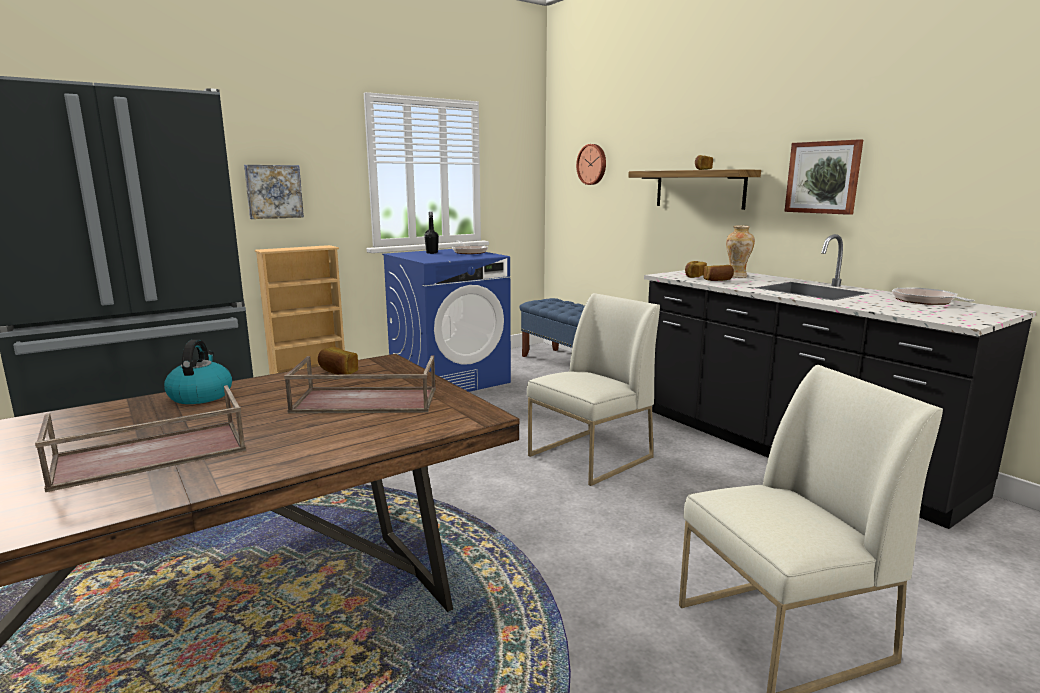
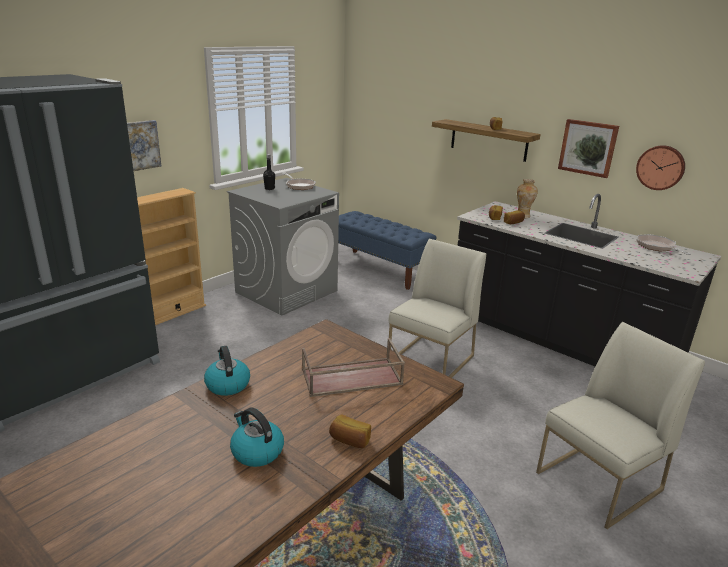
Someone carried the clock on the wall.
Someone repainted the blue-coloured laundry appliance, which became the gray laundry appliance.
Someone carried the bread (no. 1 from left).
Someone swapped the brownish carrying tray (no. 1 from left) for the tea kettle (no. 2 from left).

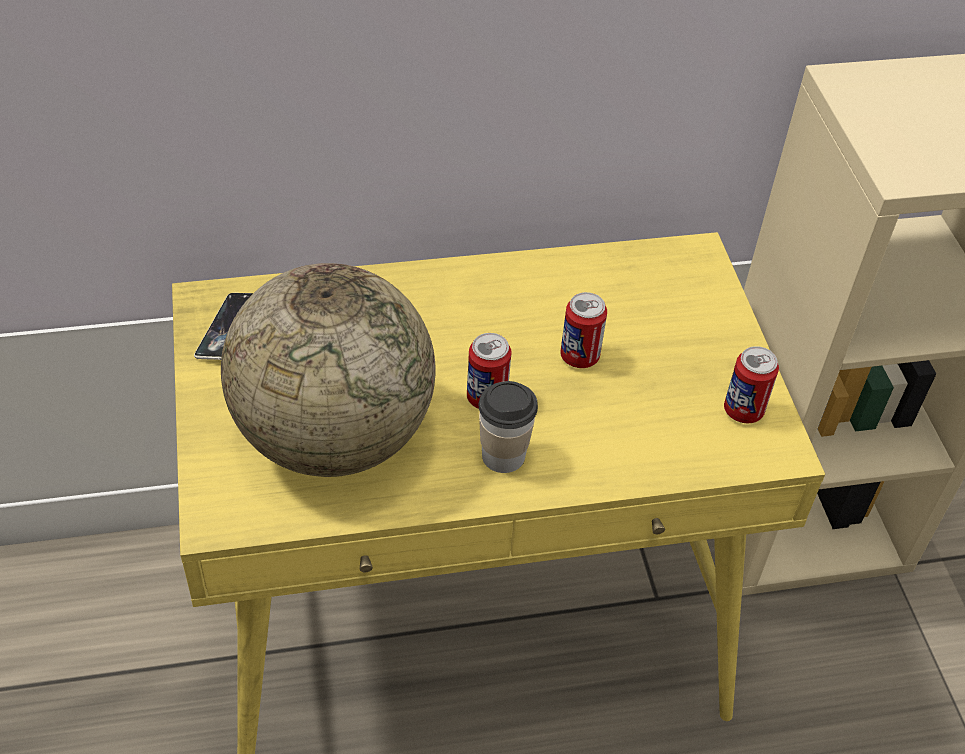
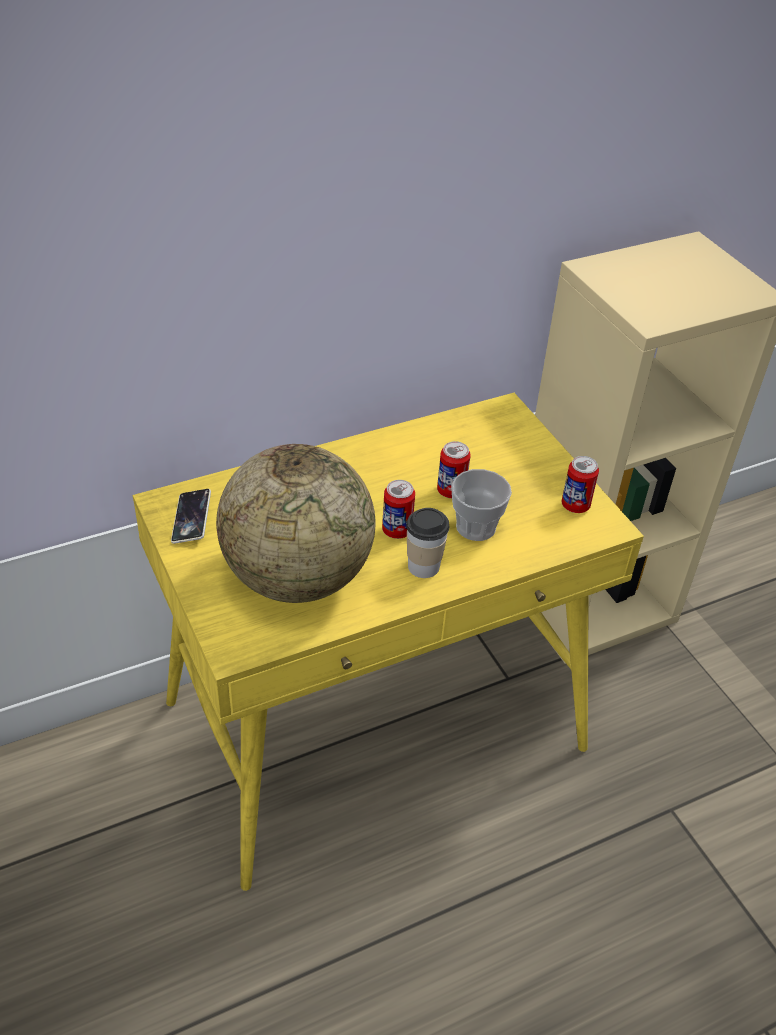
Someone put down the cup (no. 2 from left).

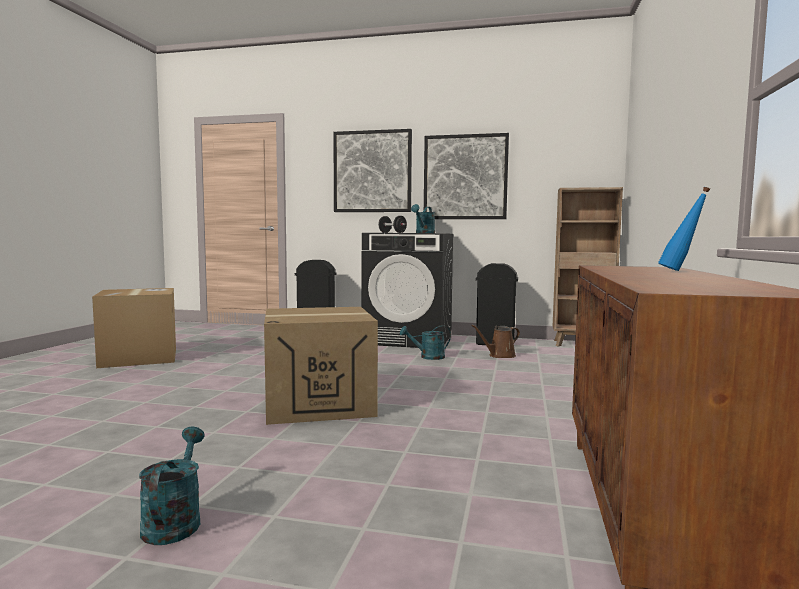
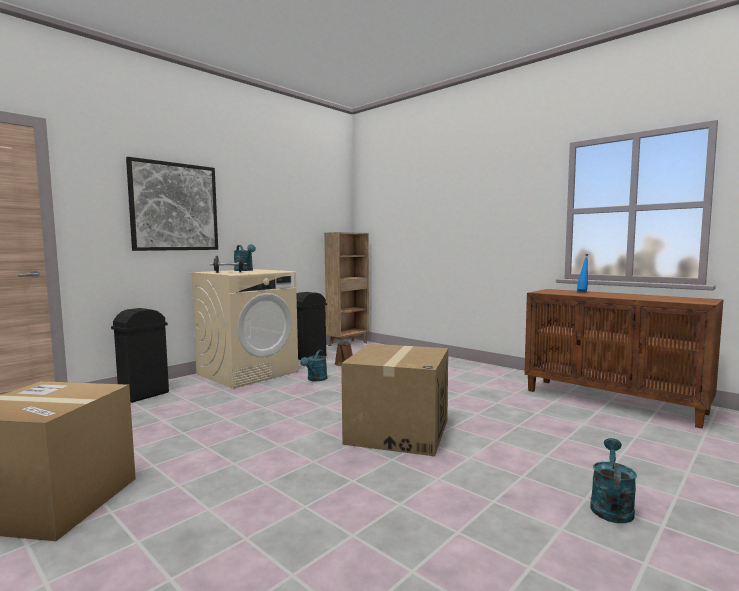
Someone took away the wall picture (no. 2 from left).
Someone repainted the black laundry appliance, which became the sand-coloured laundry appliance.
Someone rotated the turquoise-coloured sprinkling can (no. 1 from left in the first image) by 90 degrees clockwise.

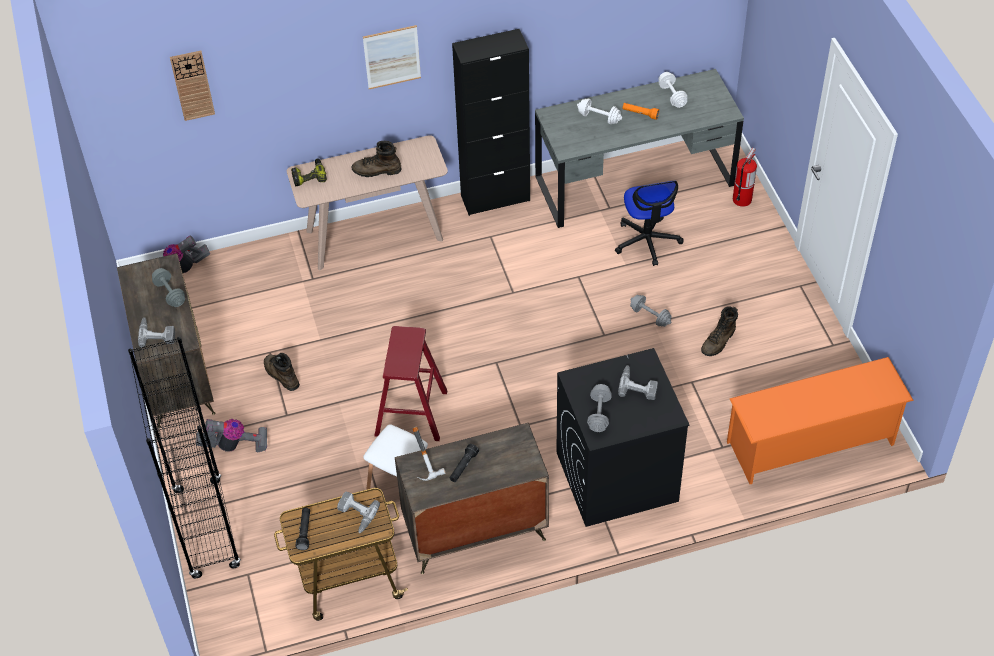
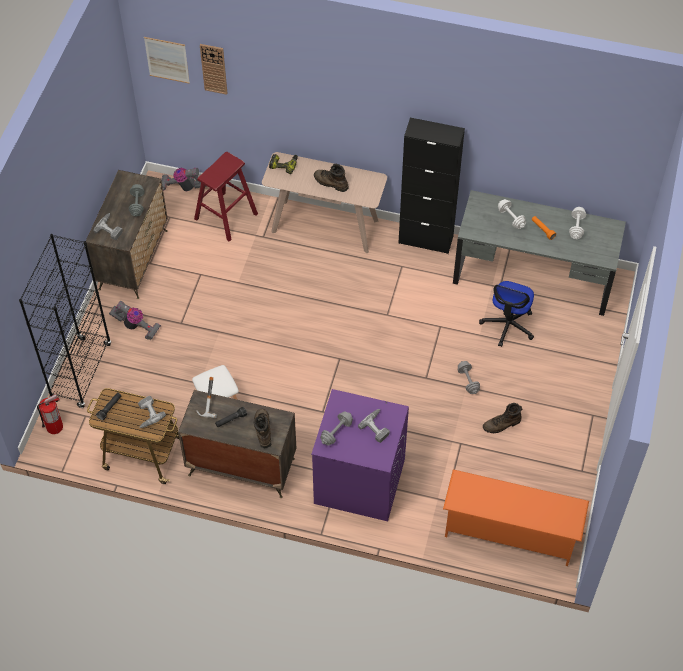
Someone carried the wall picture.
Someone carried the fire-fighting cylinder.
Someone carried the red-coloured stool.
Someone repainted the black laundry appliance, which became the purple-coloured laundry appliance.
Someone carried the brownish boot (no. 1 from left).

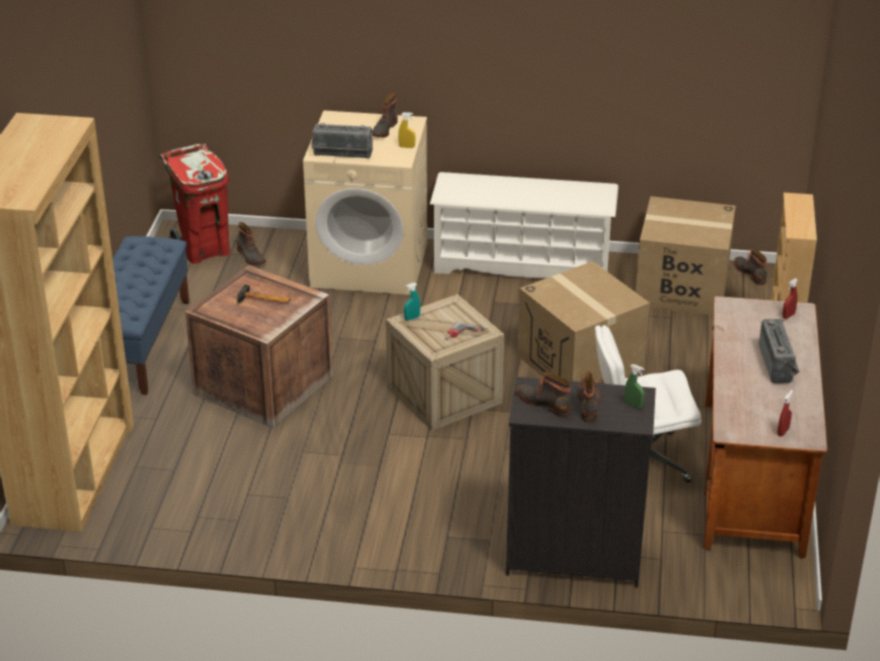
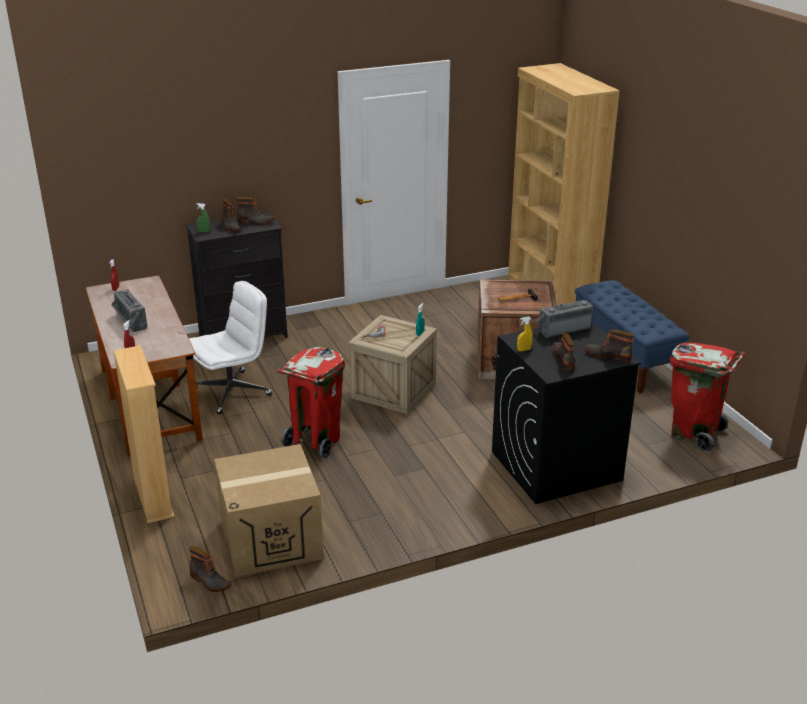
Someone repainted the sand-coloured laundry appliance, which became the black laundry appliance.
Someone took away the white-coloured shoe shelf.
Someone carried the boot (no. 1 from left in the first image).
Someone swapped the packing box (no. 1 from left) for the red-coloured trash can (no. 1 from left).

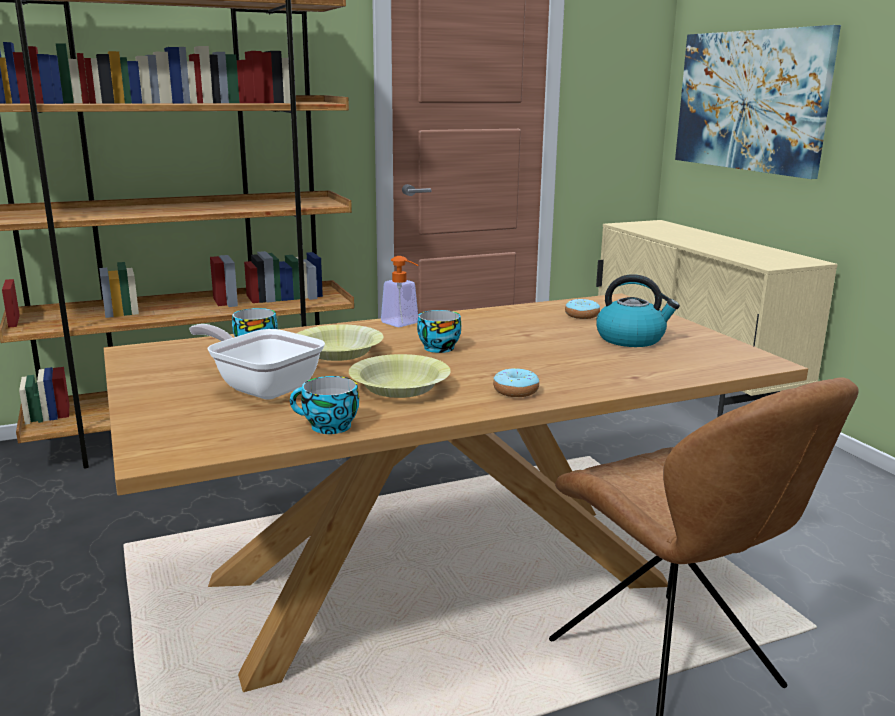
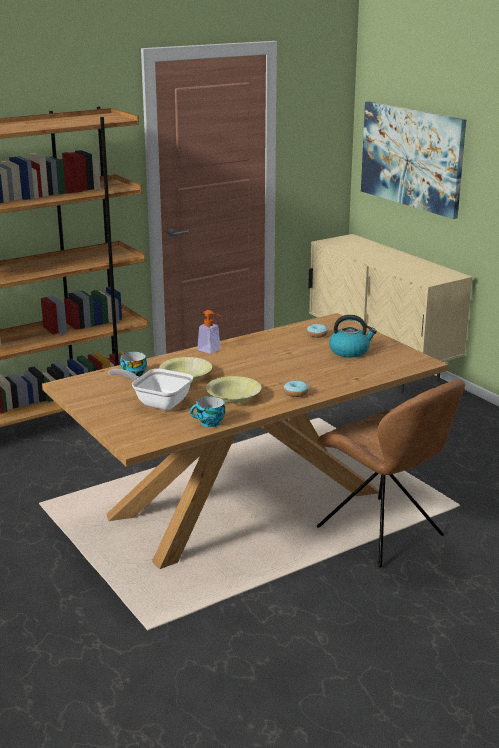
Someone took away the cup (no. 3 from left).

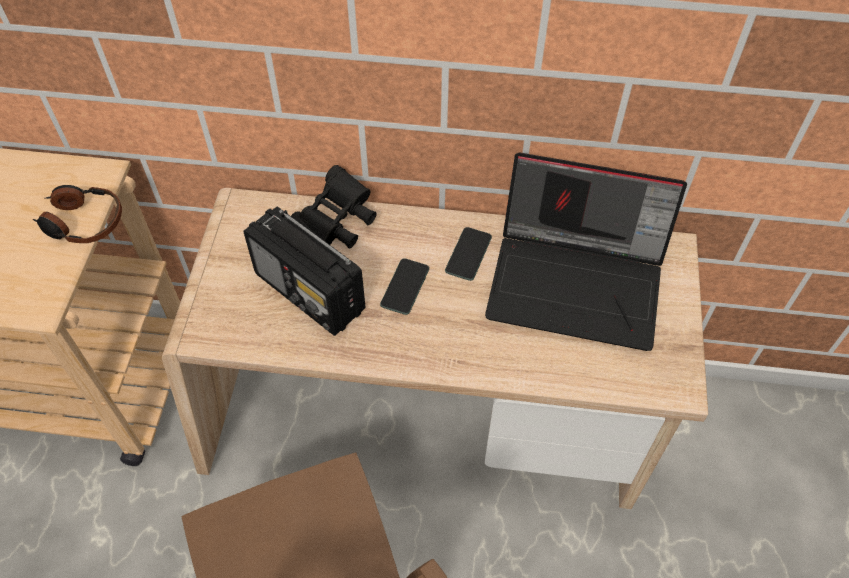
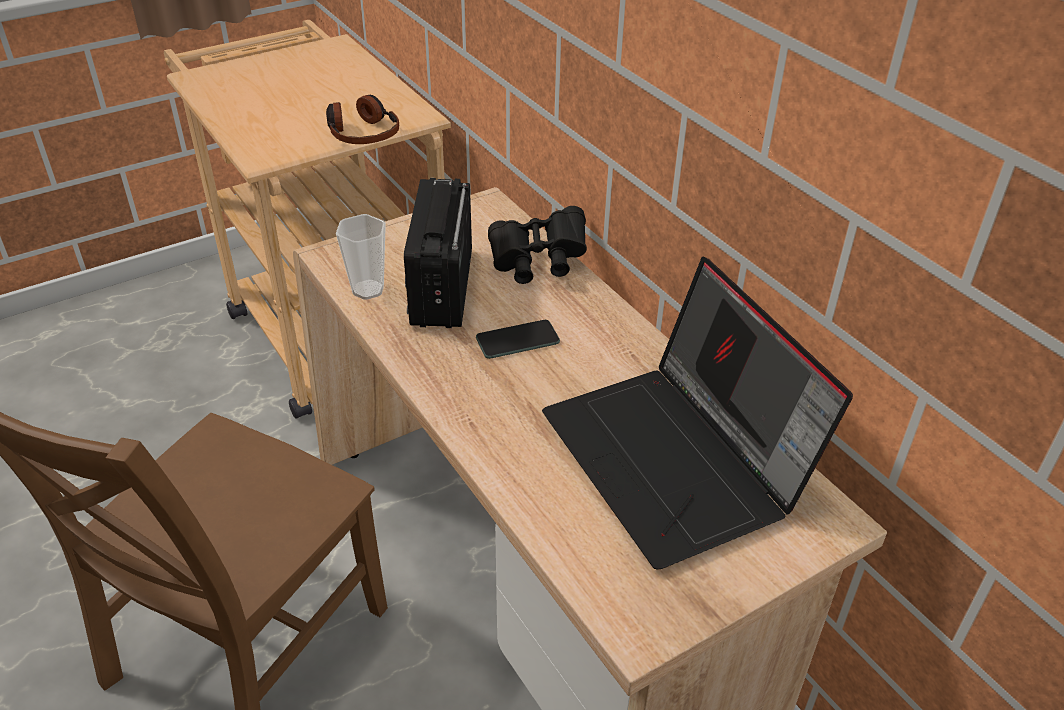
Someone took away the handset (no. 2 from left).
Someone put down the cup.

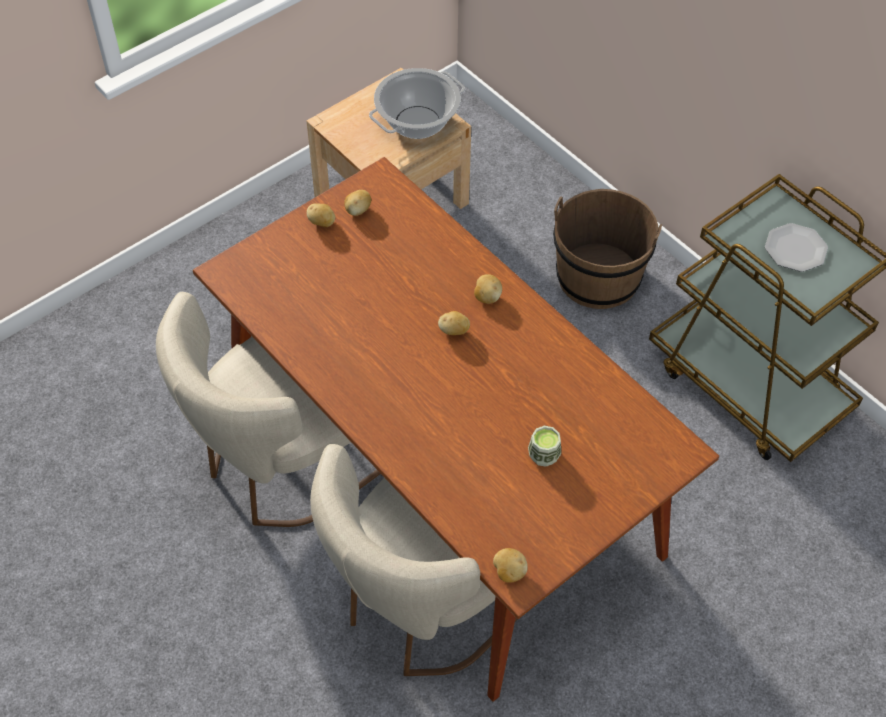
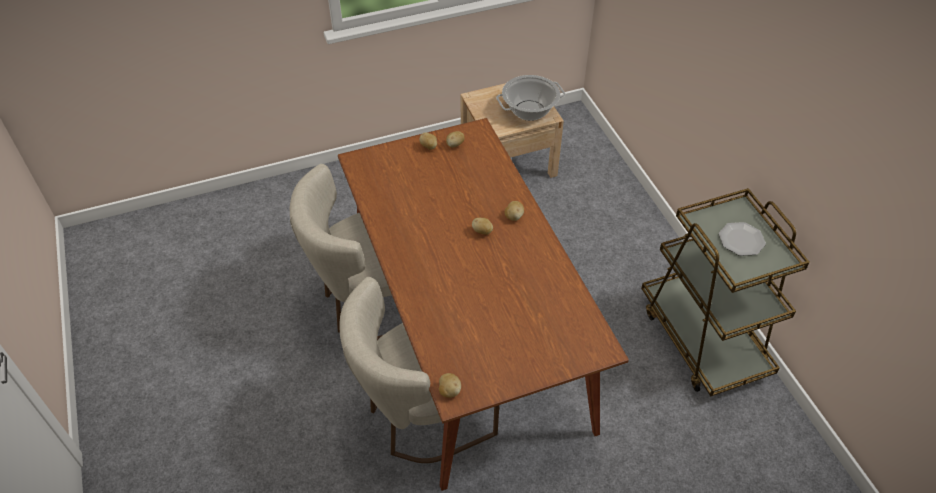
Someone took away the brownish pail.
Someone took away the cup.

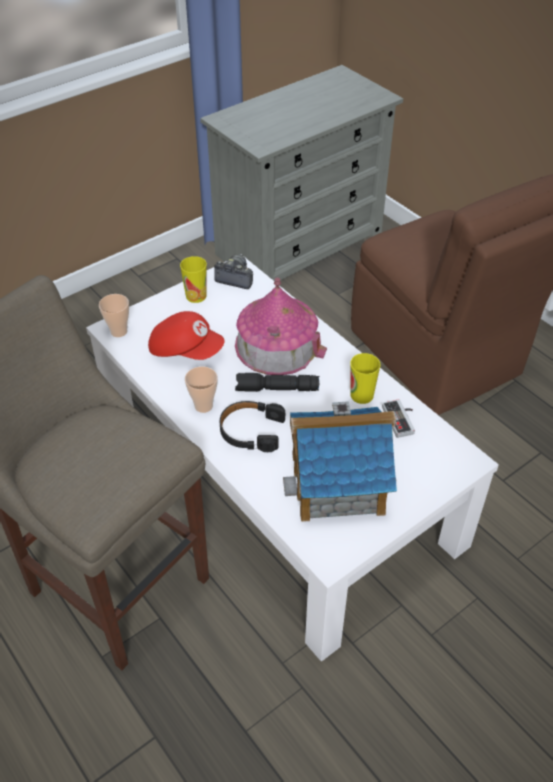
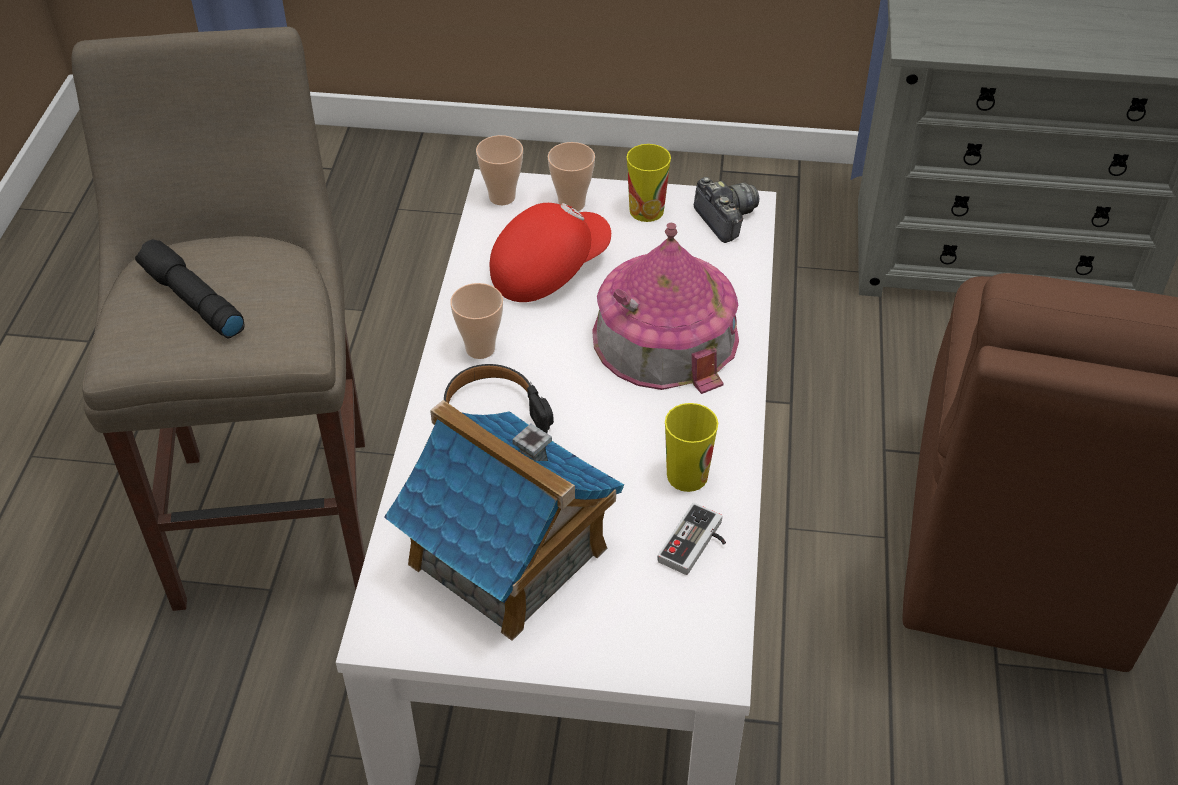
Someone rotated the red-coloured peaked cap by 105 degrees counterclockwise.
Someone carried the black flashlight.
Someone put down the cup (no. 3 from left).

